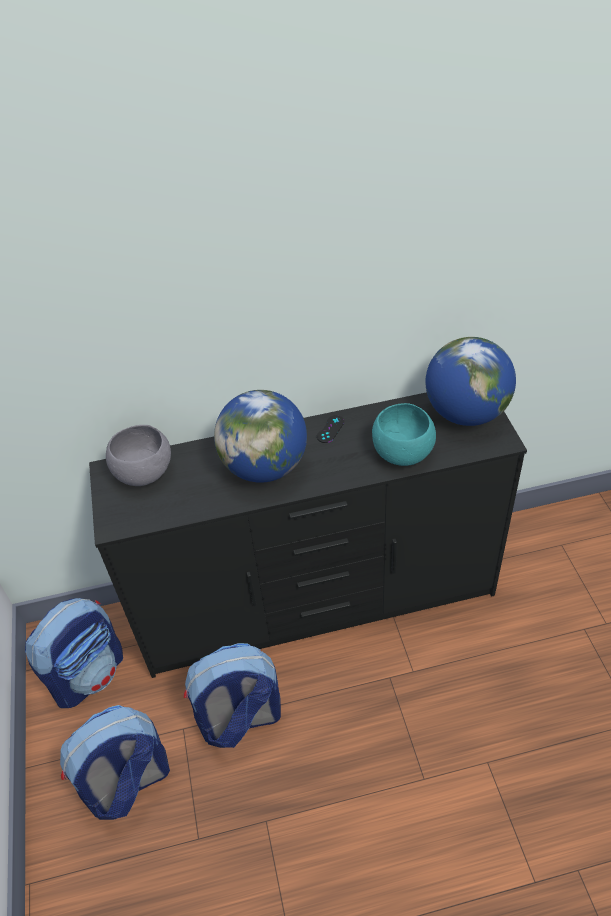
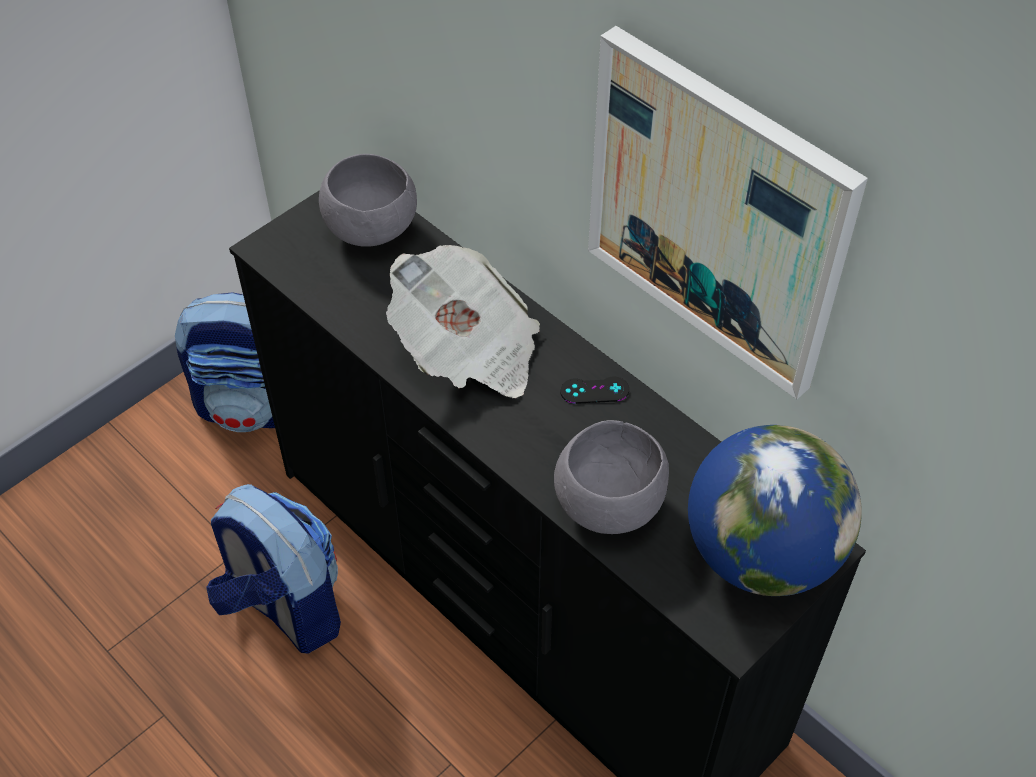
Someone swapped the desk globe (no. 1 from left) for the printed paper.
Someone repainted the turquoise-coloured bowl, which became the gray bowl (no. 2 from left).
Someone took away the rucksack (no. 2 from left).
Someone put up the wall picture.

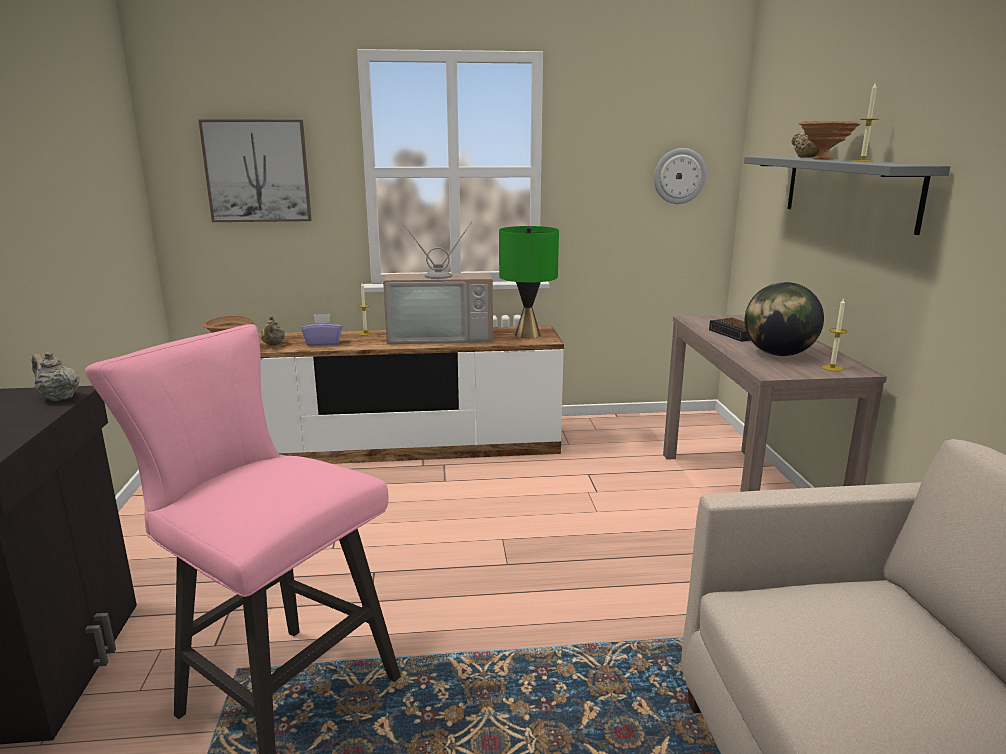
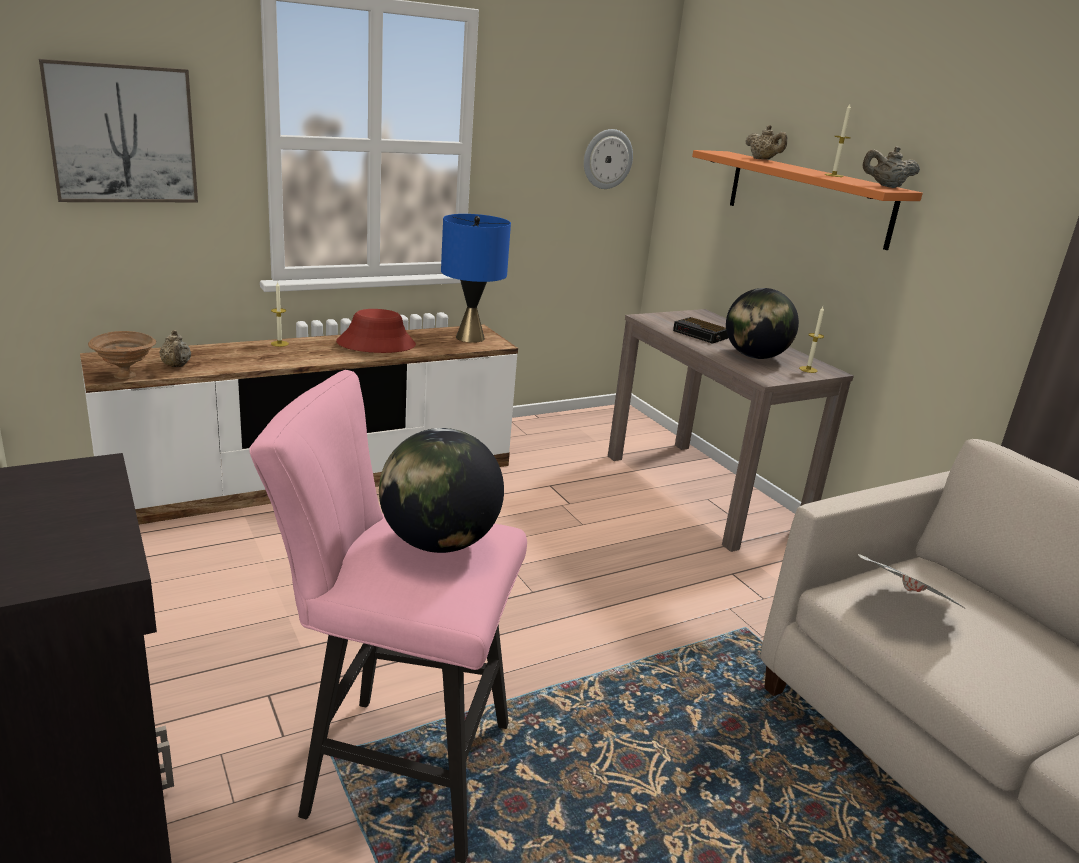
Someone took away the brownish bowl (no. 2 from left).
Someone repainted the gray bracket shelf, which became the orangey bracket shelf.
Someone swapped the TV set for the red-coloured hat.
Someone repainted the greenish tabletop lamp, which became the blue-coloured tabletop lamp.
Someone took away the purple-coloured tissue box.
Someone carried the sand-coloured pot for tea (no. 1 from left in the first image).
Someone put down the desk globe (no. 1 from left).
Someone put down the printed paper.

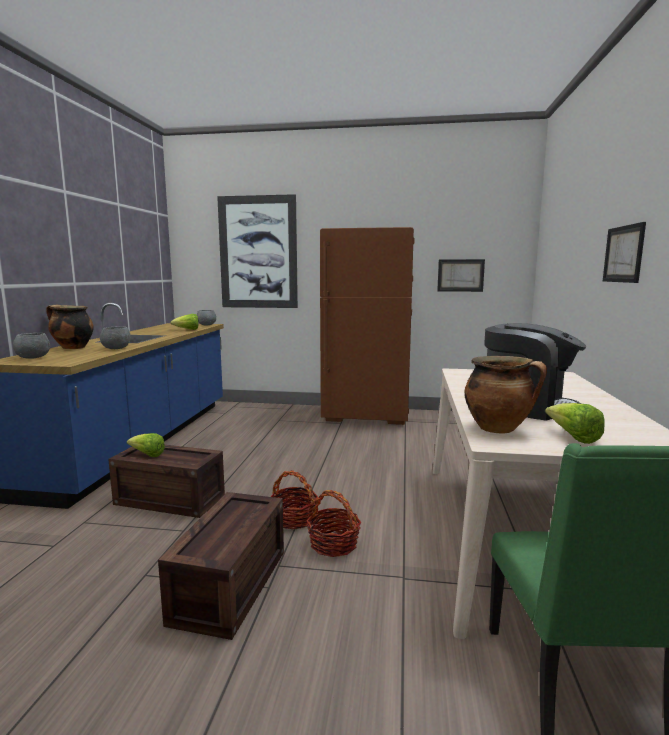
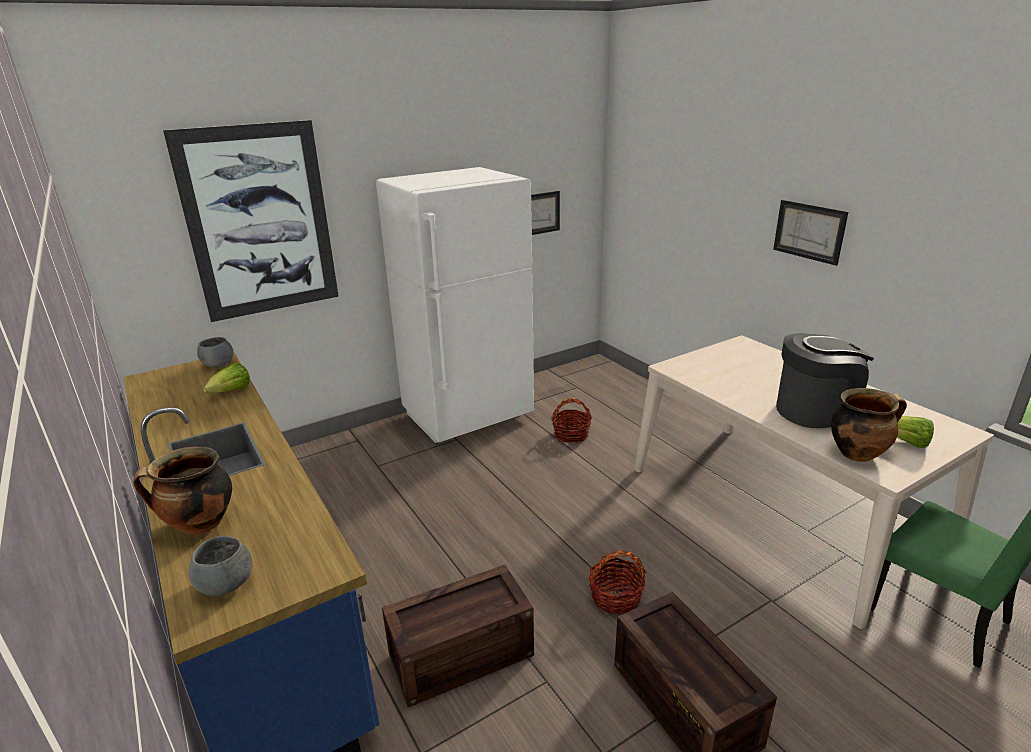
Someone repainted the brownish refrigerator, which became the white-coloured refrigerator.
Someone took away the gray bowl (no. 2 from left).
Someone took away the lettuce head (no. 1 from left).
Someone carried the storage basket (no. 2 from left in the first image).

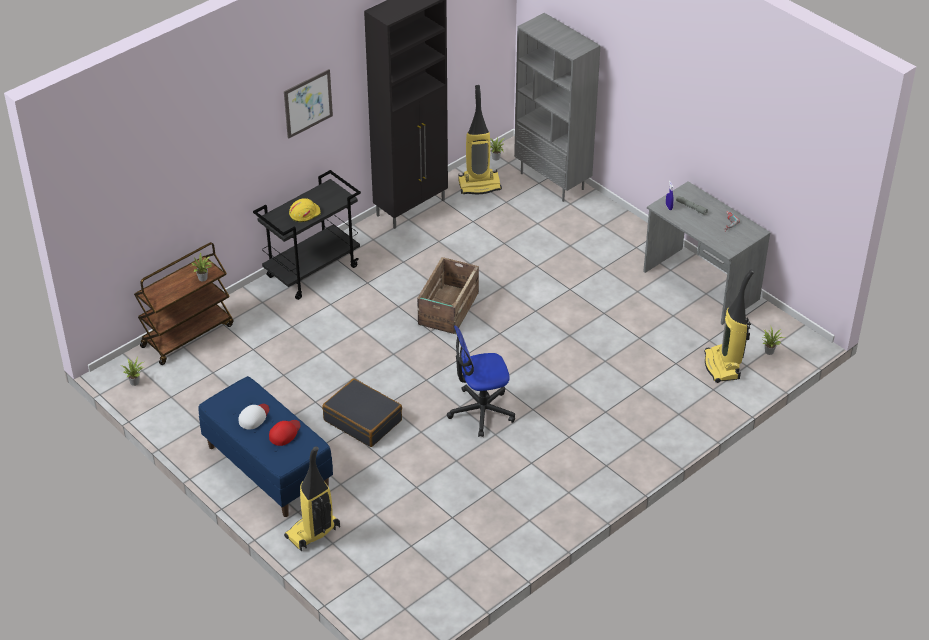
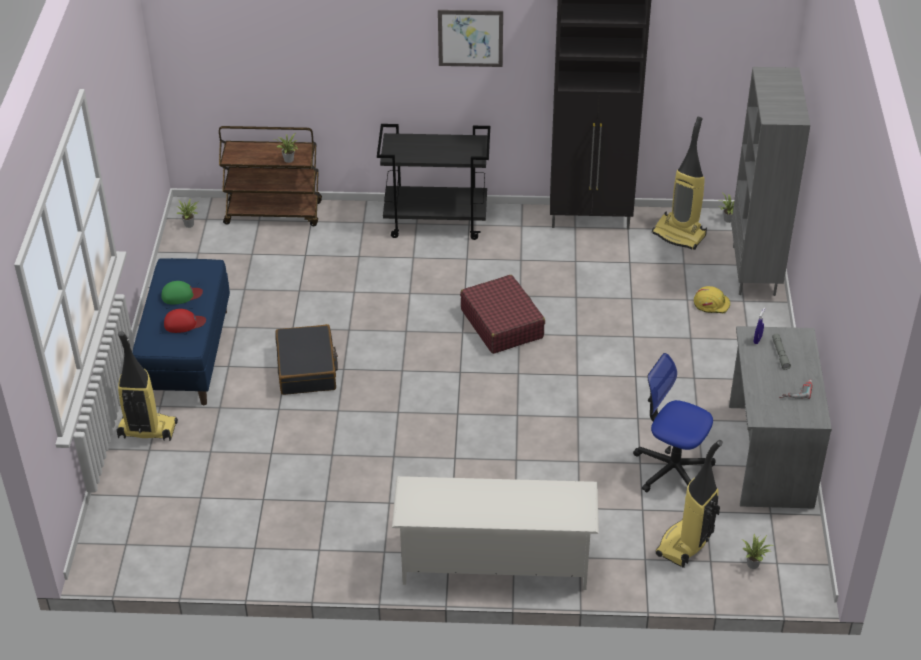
Someone carried the yellow work helmet.
Someone swapped the crate for the red-coloured suitcase.
Someone carried the desk chair.
Someone repainted the white-coloured peaked cap, which became the greenish peaked cap.
Someone put down the white-coloured shoe shelf.

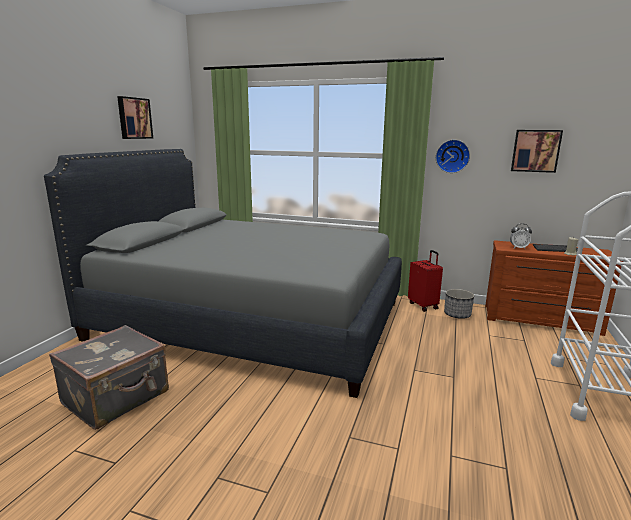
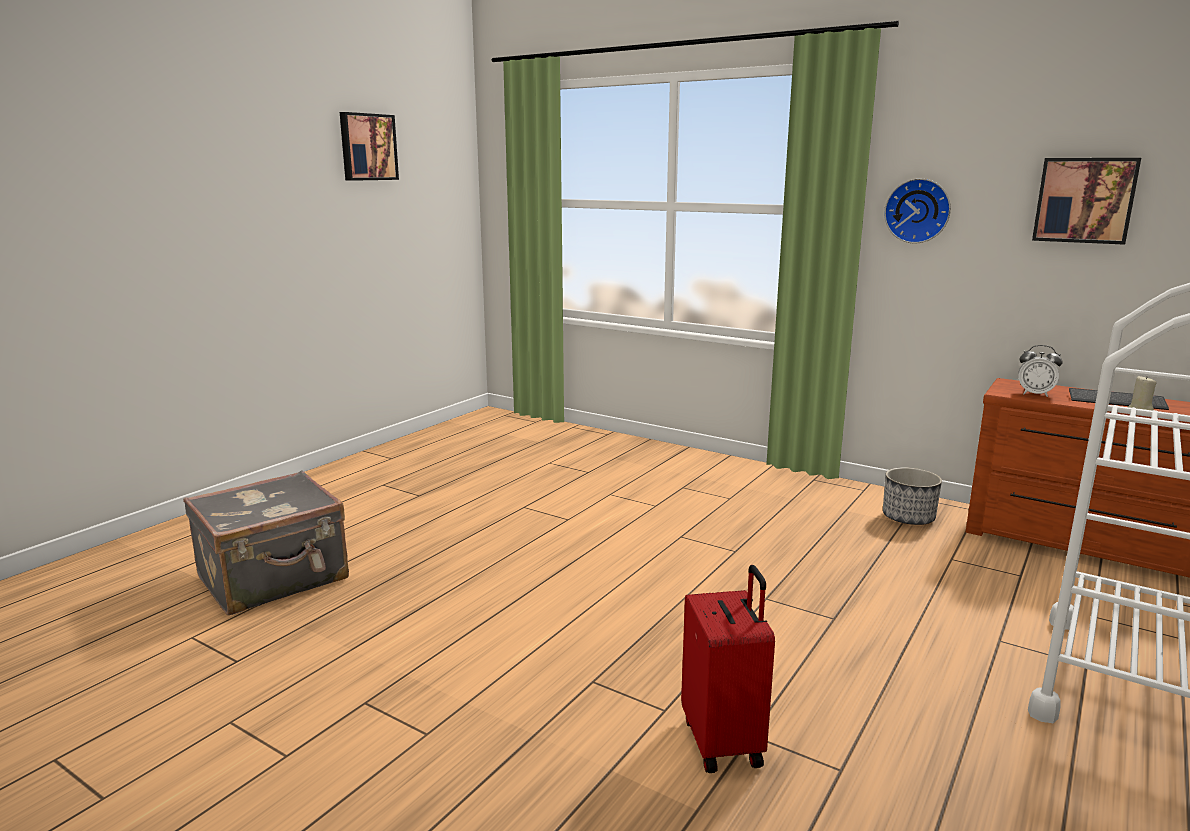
Someone took away the gray bed.
Someone carried the red-coloured suitcase.

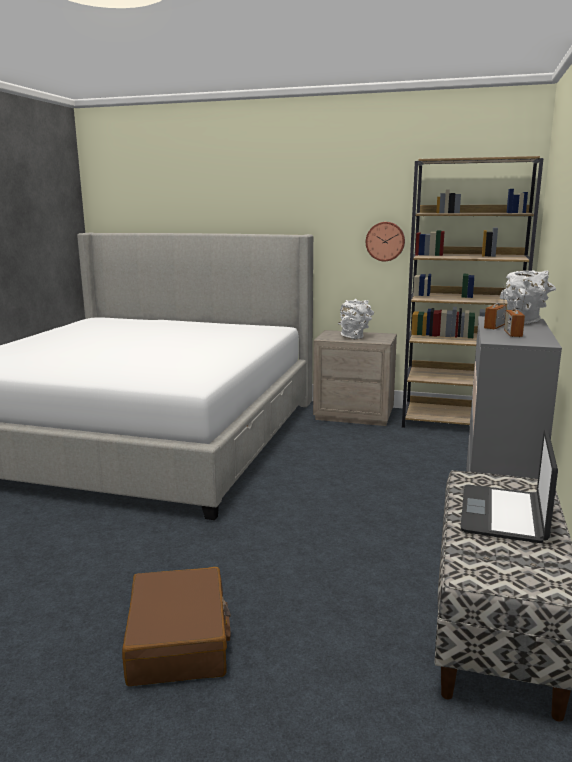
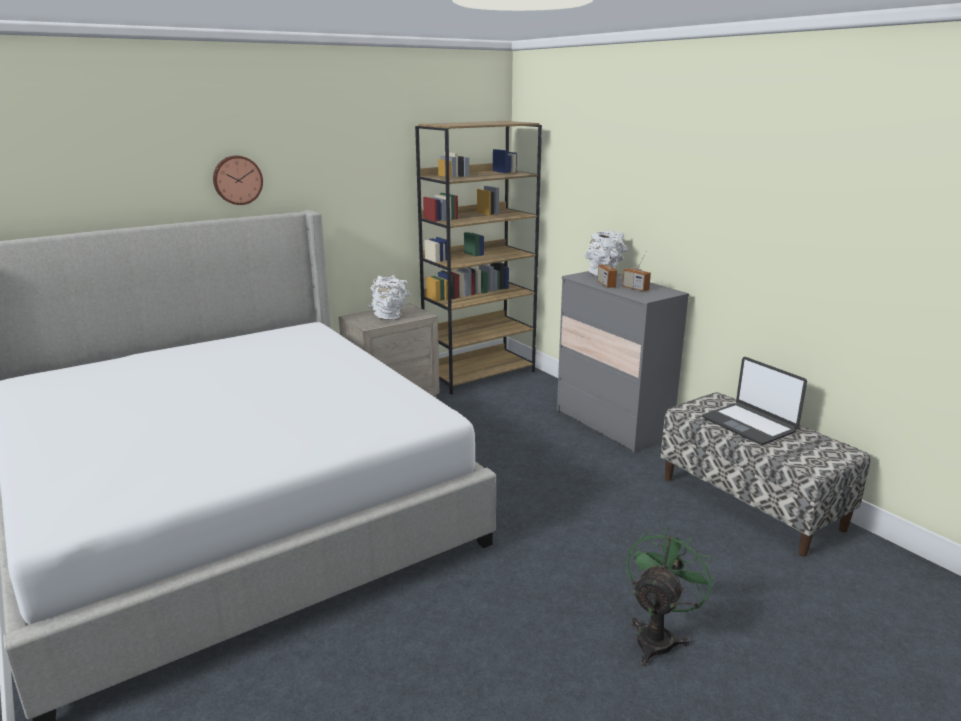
Someone carried the clock on the wall.
Someone swapped the brownish suitcase for the greenish fan.

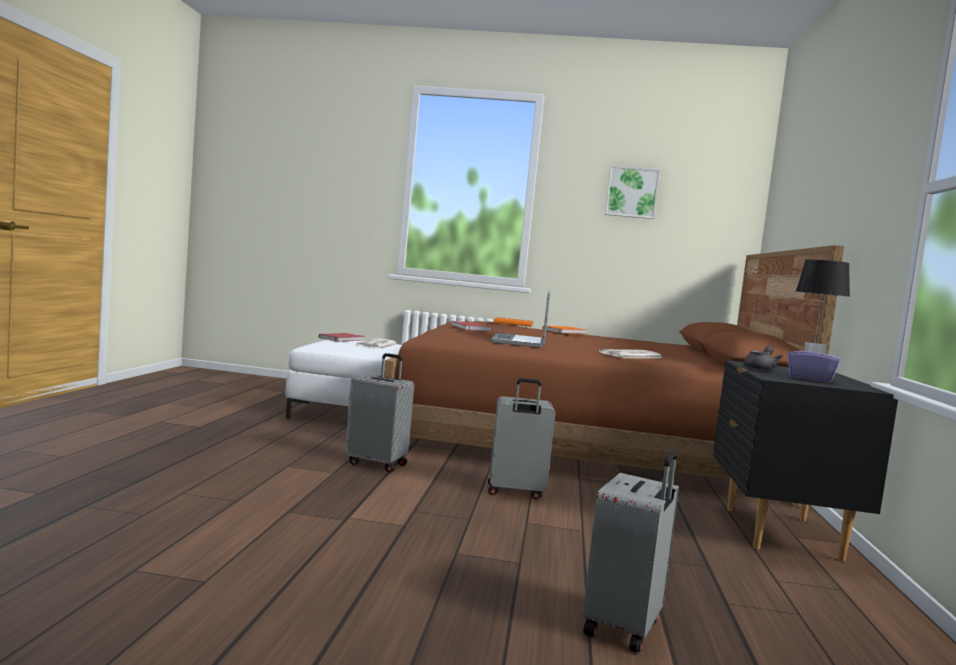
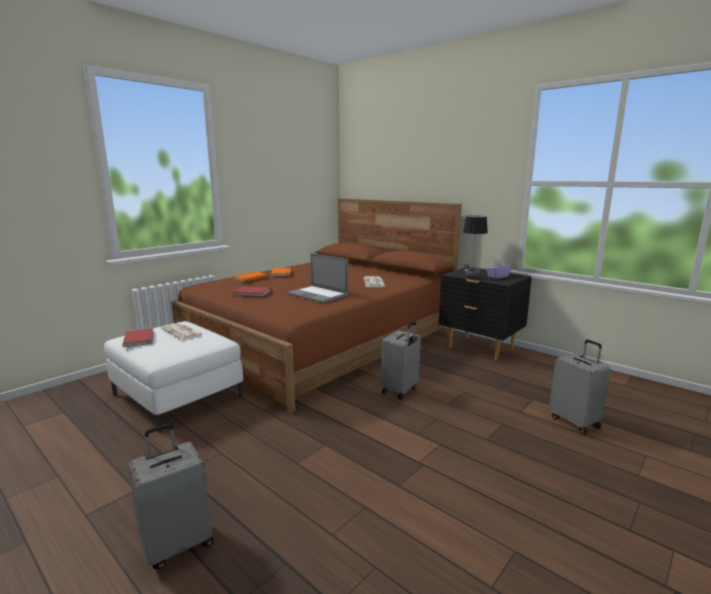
Someone took away the wall picture.
Someone carried the gray suitcase (no. 1 from left).

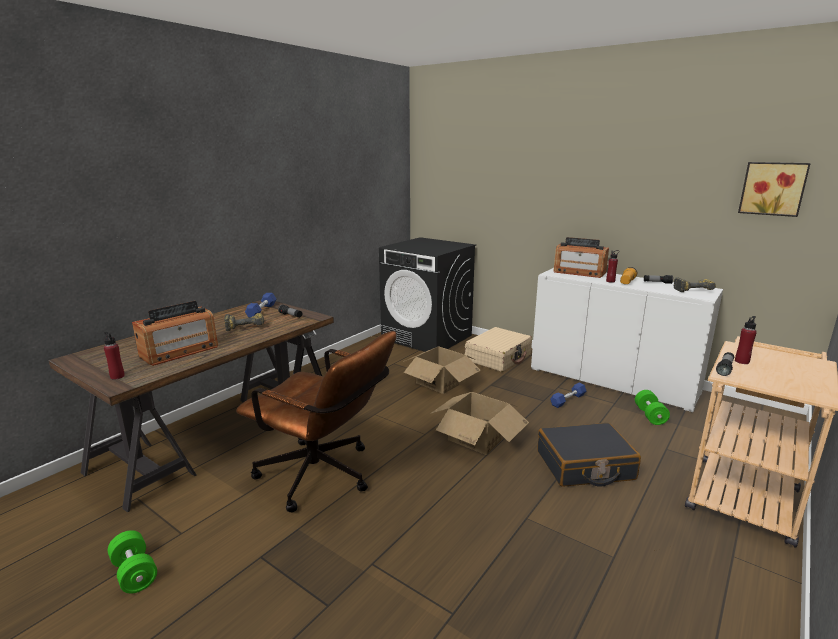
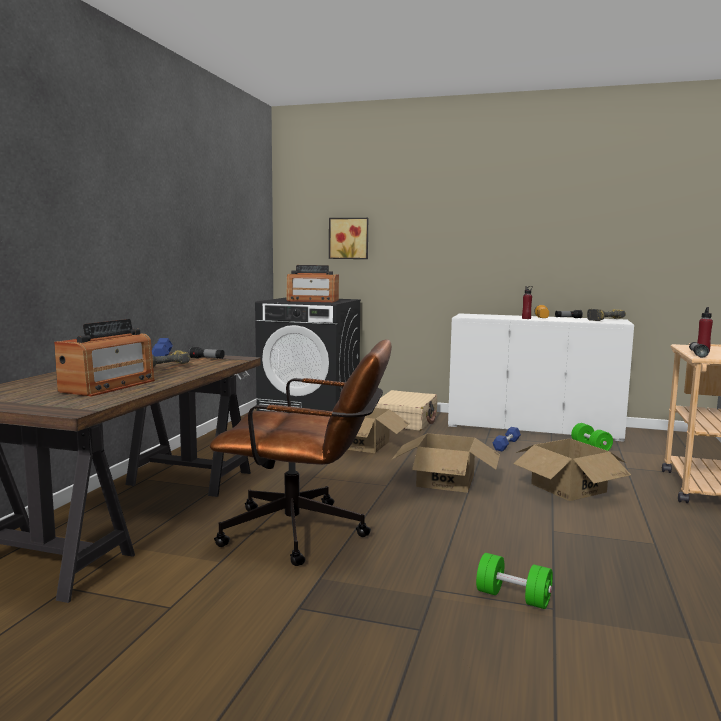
Someone carried the wall picture.
Someone carried the radio set (no. 2 from left).
Someone took away the red-coloured drink bottle (no. 1 from left).
Someone swapped the black suitcase for the packing box (no. 3 from left).
Someone carried the greenish dumbbell (no. 1 from left).

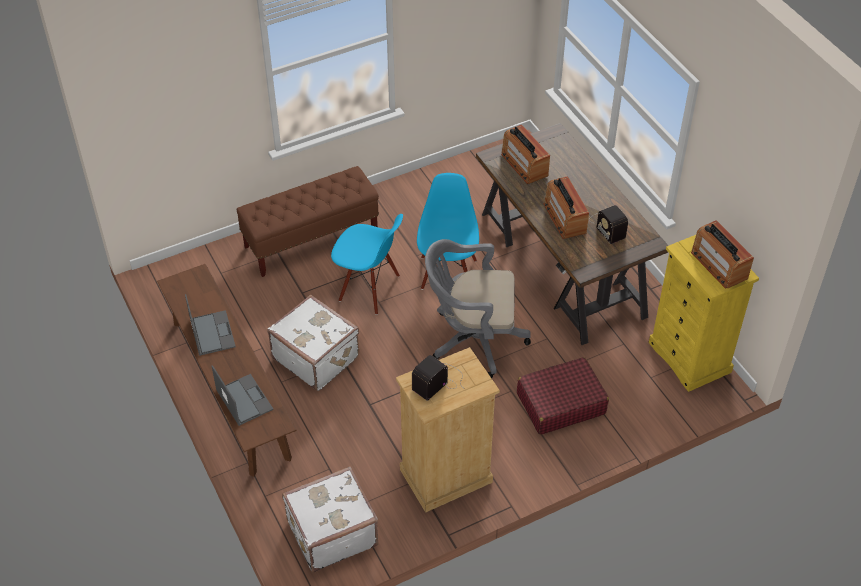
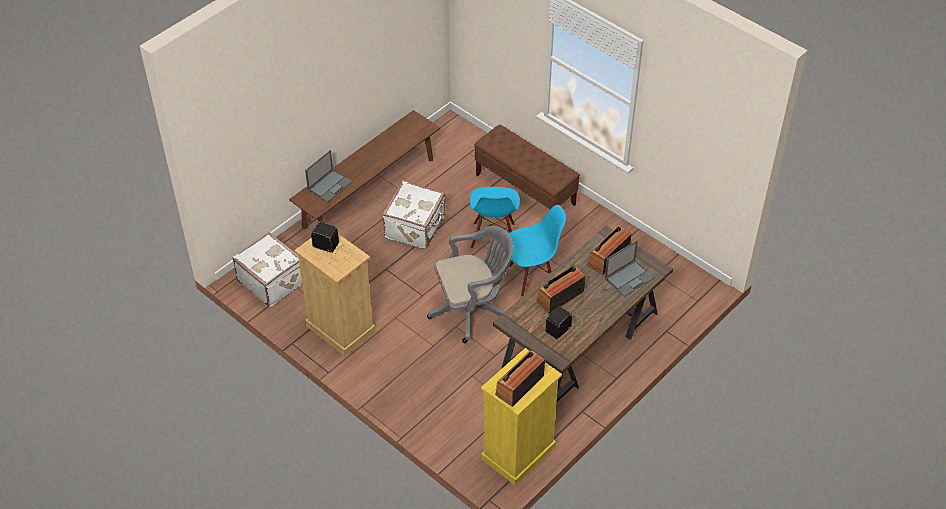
Someone rotated the gray desk chair by 90 degrees clockwise.
Someone carried the notebook computer (no. 1 from left in the first image).
Someone took away the red-coloured suitcase.

